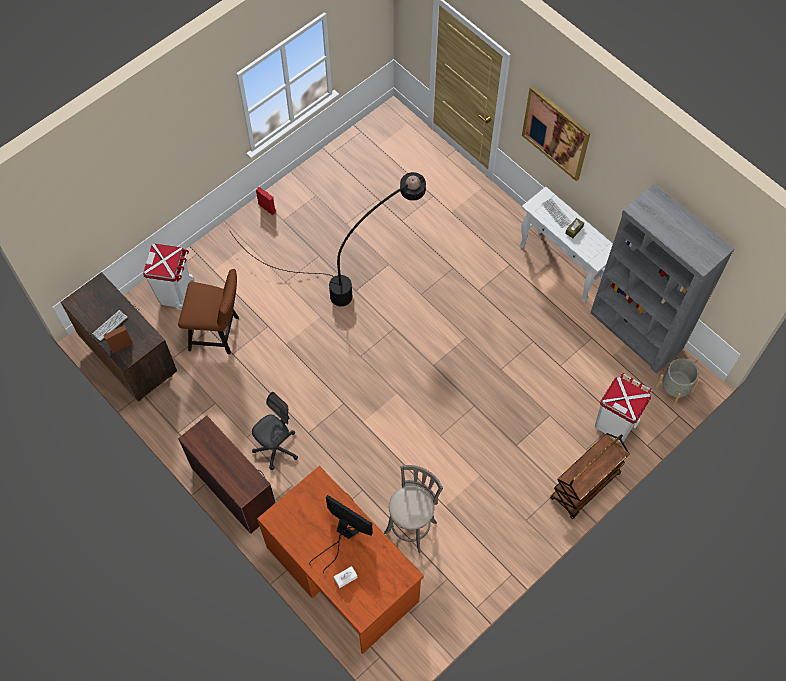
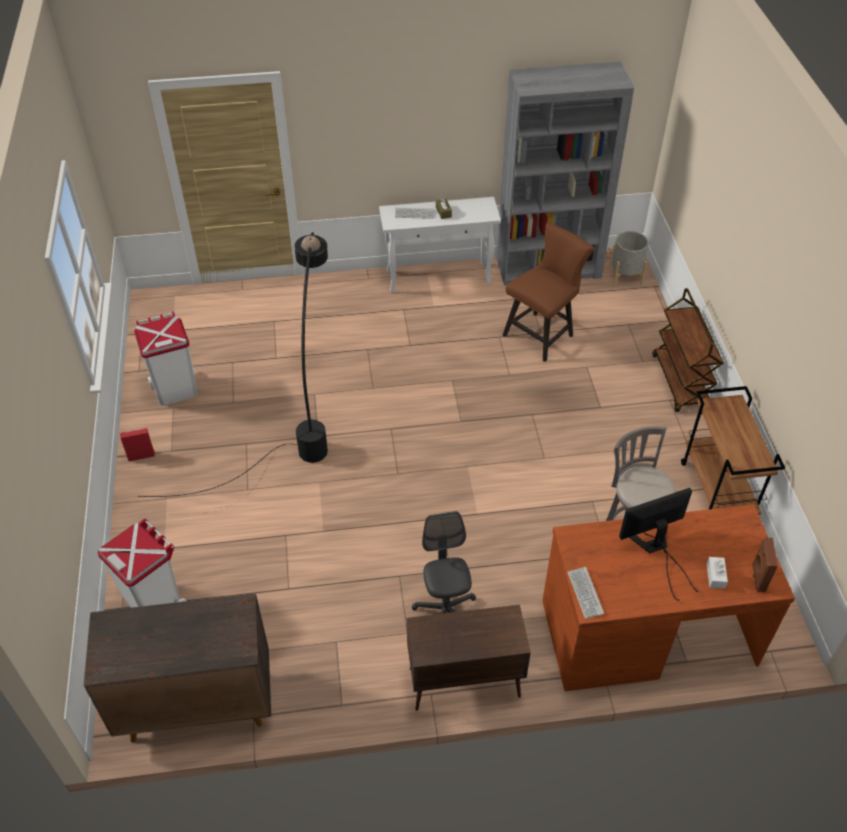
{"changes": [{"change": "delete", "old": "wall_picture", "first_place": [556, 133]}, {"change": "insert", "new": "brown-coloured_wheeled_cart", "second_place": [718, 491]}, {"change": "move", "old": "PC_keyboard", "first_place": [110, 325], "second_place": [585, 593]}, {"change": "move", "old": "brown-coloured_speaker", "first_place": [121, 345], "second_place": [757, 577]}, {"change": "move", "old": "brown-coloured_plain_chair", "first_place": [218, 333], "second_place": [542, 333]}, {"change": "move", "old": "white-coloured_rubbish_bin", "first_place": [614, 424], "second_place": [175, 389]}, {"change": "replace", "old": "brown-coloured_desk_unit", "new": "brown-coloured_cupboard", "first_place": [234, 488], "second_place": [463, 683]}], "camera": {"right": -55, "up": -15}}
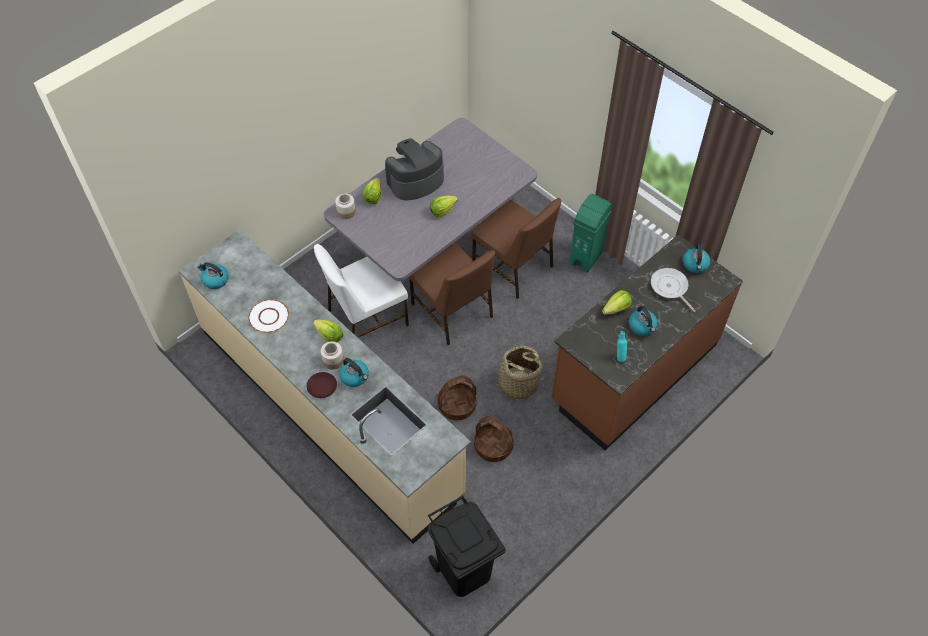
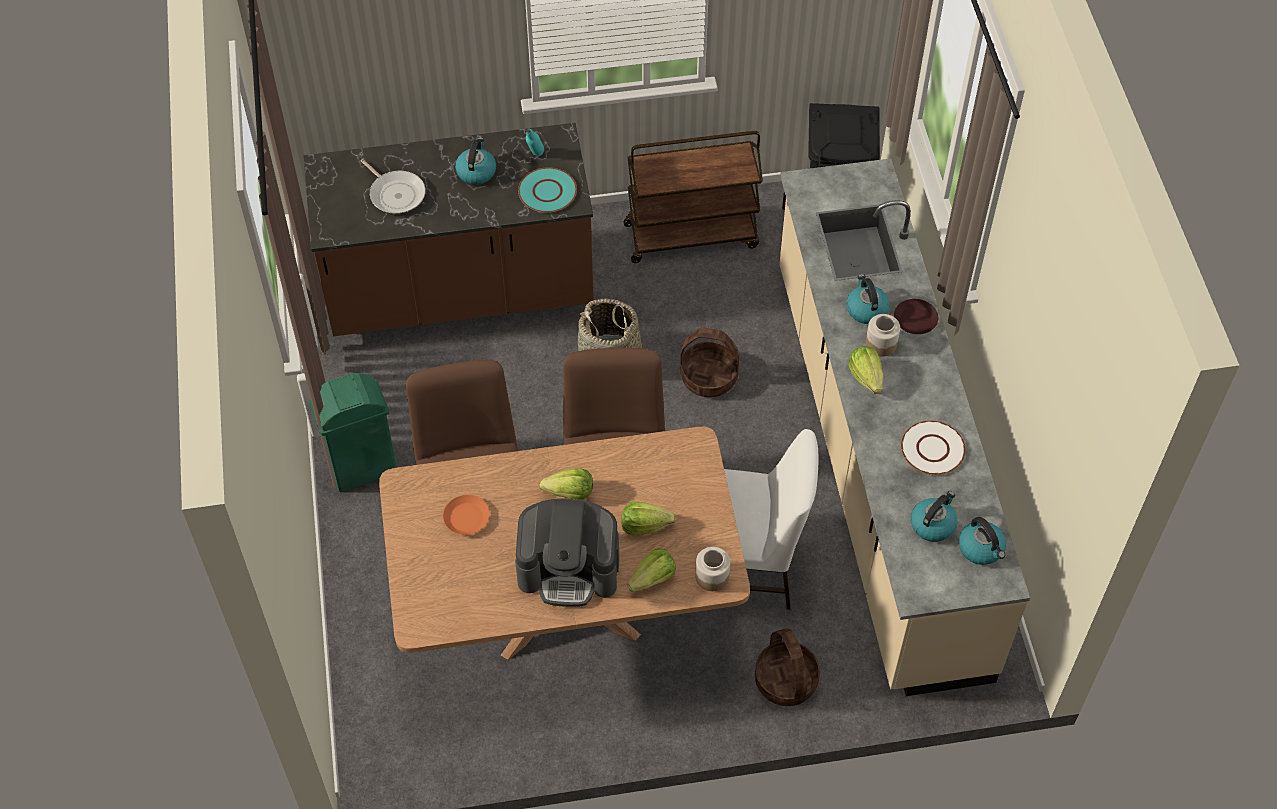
{"changes": [{"change": "insert", "new": "orangey_dinner_plate", "second_place": [467, 517]}, {"change": "insert", "new": "turquoise-coloured_dinner_plate", "second_place": [547, 192]}, {"change": "insert", "new": "brown-coloured_wheeled_cart", "second_place": [692, 235]}, {"change": "move", "old": "household_basket", "first_place": [493, 446], "second_place": [785, 680]}, {"change": "move", "old": "lettuce_head", "first_place": [616, 309], "second_place": [644, 526]}, {"change": "move", "old": "kettle", "first_place": [695, 265], "second_place": [933, 524]}, {"change": "recolor", "old": "greyish_dining_table", "new": "brown-coloured_dining_table", "first_place": [434, 251], "second_place": [566, 611]}, {"change": "rotate", "old": "skillet", "first_place": [670, 287], "second_place": [396, 194], "degrees": -45}], "camera": {"right": -145, "up": 0}}
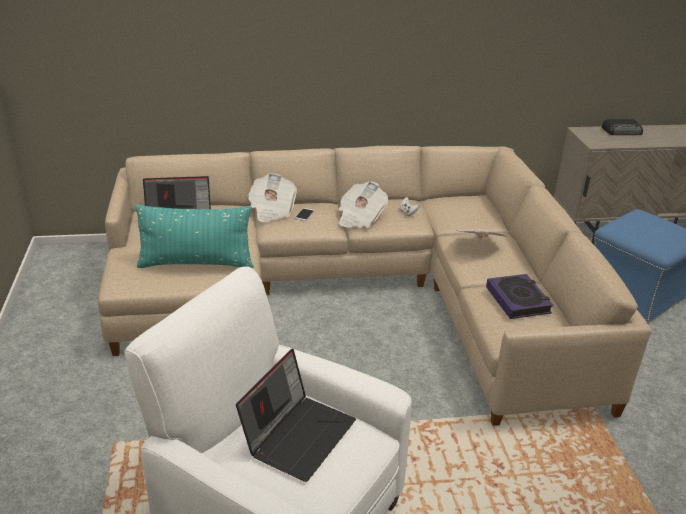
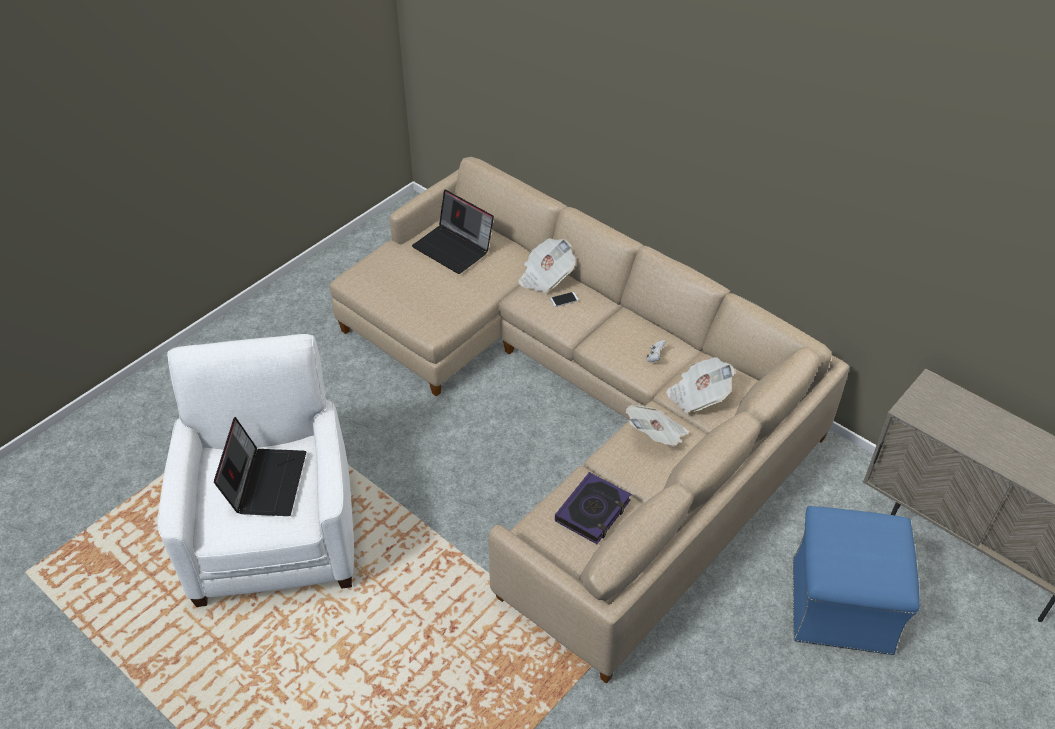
{"changes": [{"change": "delete", "old": "turquoise-coloured_pillow", "first_place": [196, 264]}, {"change": "delete", "old": "radio", "first_place": [622, 131]}, {"change": "move", "old": "newspaper", "first_place": [360, 218], "second_place": [698, 396]}, {"change": "rotate", "old": "notebook_computer", "first_place": [298, 434], "second_place": [265, 482], "degrees": -75}], "camera": {"right": 50, "up": 15}}
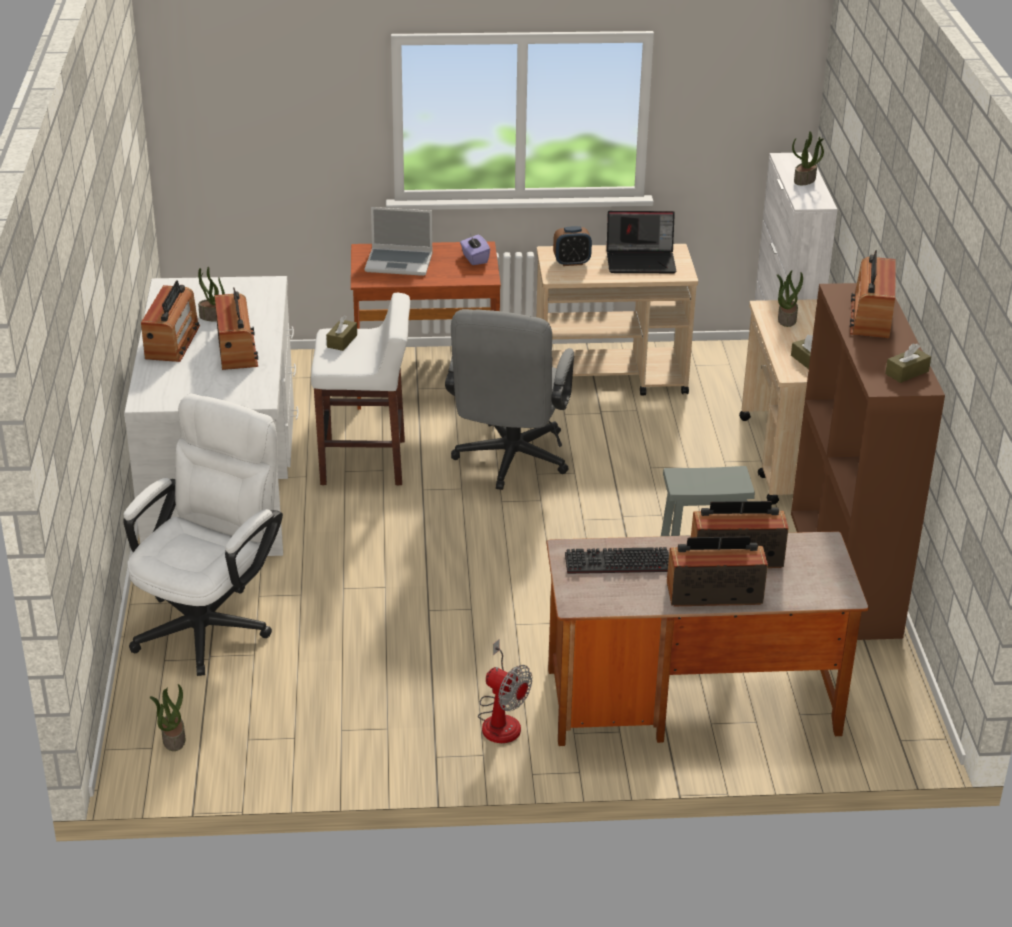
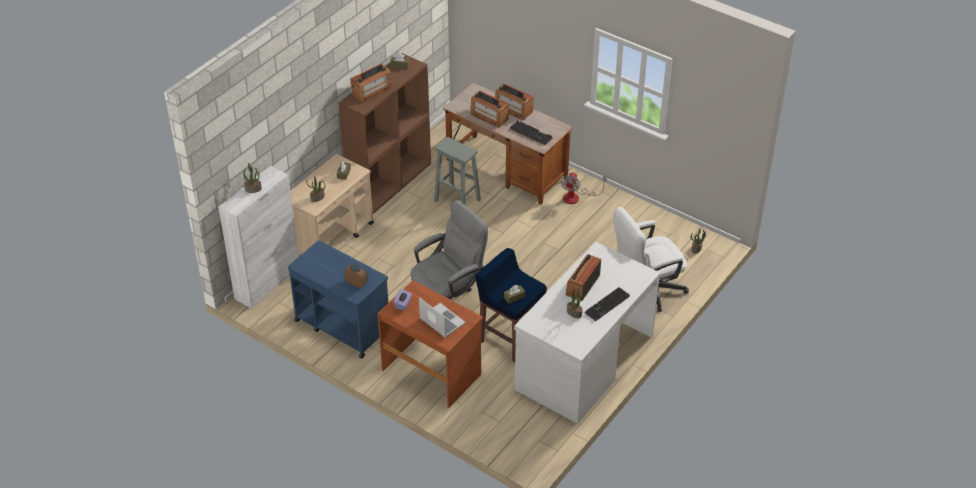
{"changes": [{"change": "delete", "old": "notebook_computer", "first_place": [641, 261]}, {"change": "replace", "old": "radio", "new": "PC_keyboard", "first_place": [172, 342], "second_place": [607, 305]}, {"change": "recolor", "old": "white-coloured_sitting_stool", "new": "blue_sitting_stool", "first_place": [365, 462], "second_place": [510, 338]}, {"change": "recolor", "old": "beige-coloured_wheeled_cart", "new": "blue_wheeled_cart", "first_place": [611, 377], "second_place": [342, 325]}, {"change": "rotate", "old": "fan", "first_place": [501, 719], "second_place": [576, 197], "degrees": -150}], "camera": {"right": -140, "up": 10}}
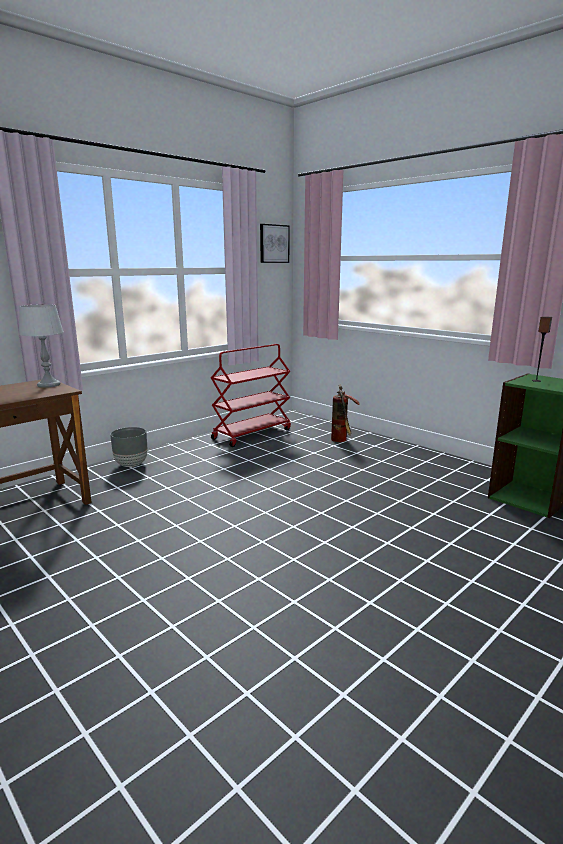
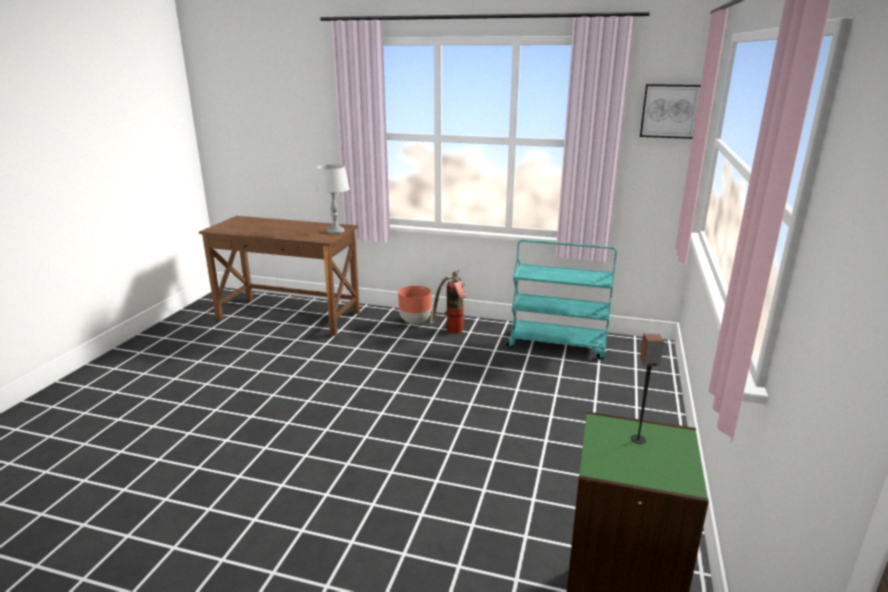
{"changes": [{"change": "move", "old": "fire_extinguisher", "first_place": [342, 441], "second_place": [451, 332]}, {"change": "recolor", "old": "greyish_planter", "new": "brown-coloured_planter", "first_place": [131, 464], "second_place": [415, 321]}, {"change": "recolor", "old": "red-coloured_wheeled_cart", "new": "turquoise-coloured_wheeled_cart", "first_place": [252, 434], "second_place": [558, 344]}], "camera": {"right": 60, "up": 5}}
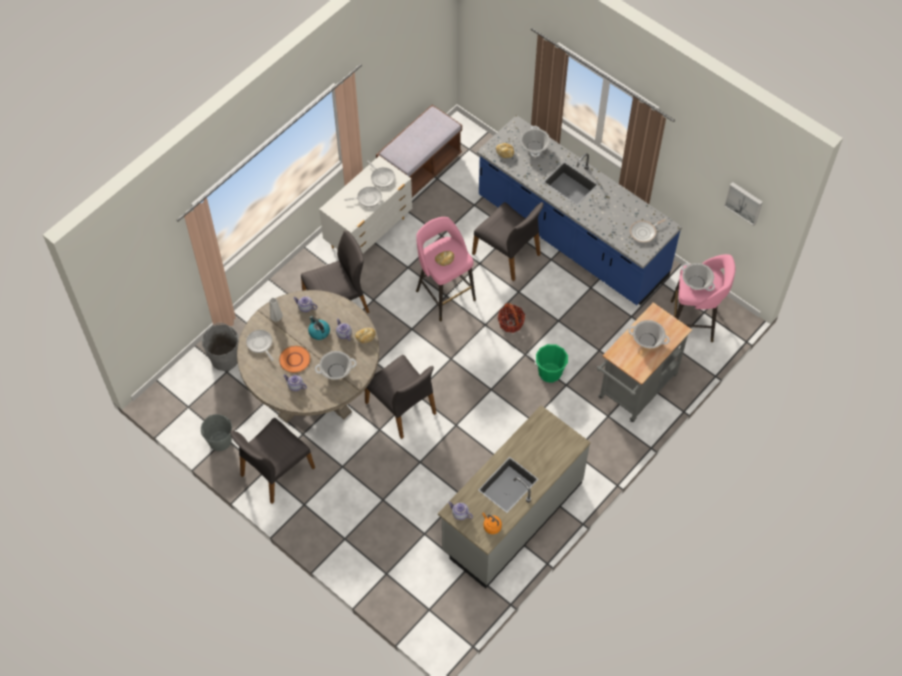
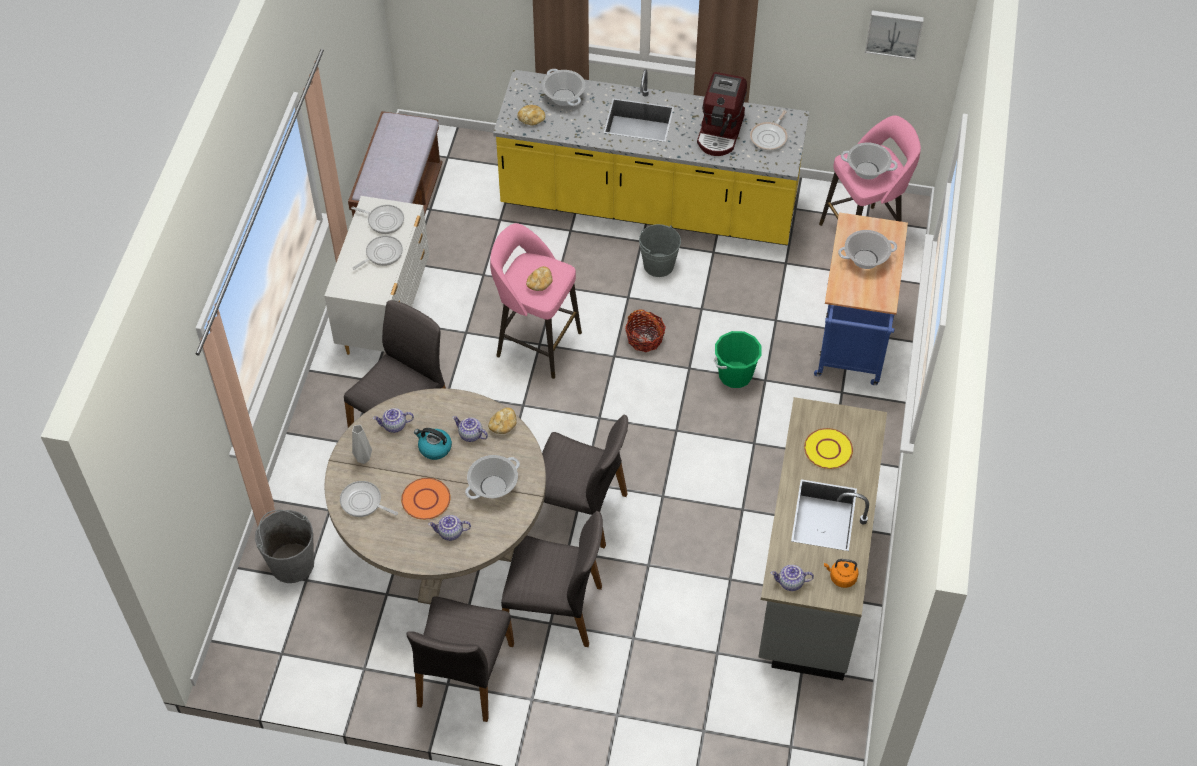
{"changes": [{"change": "insert", "new": "coffee_machine", "second_place": [720, 132]}, {"change": "insert", "new": "yellow_dinner_plate", "second_place": [828, 450]}, {"change": "move", "old": "greyish_pail", "first_place": [220, 441], "second_place": [658, 265]}, {"change": "move", "old": "greyish_plain_chair", "first_place": [507, 254], "second_place": [554, 609]}, {"change": "recolor", "old": "blue_kitchen_counter", "new": "yellow_kitchen_counter", "first_place": [571, 238], "second_place": [649, 205]}, {"change": "recolor", "old": "greyish_wheeled_cart", "new": "blue_wheeled_cart", "first_place": [634, 390], "second_place": [851, 347]}], "camera": {"right": -30, "up": -5}}
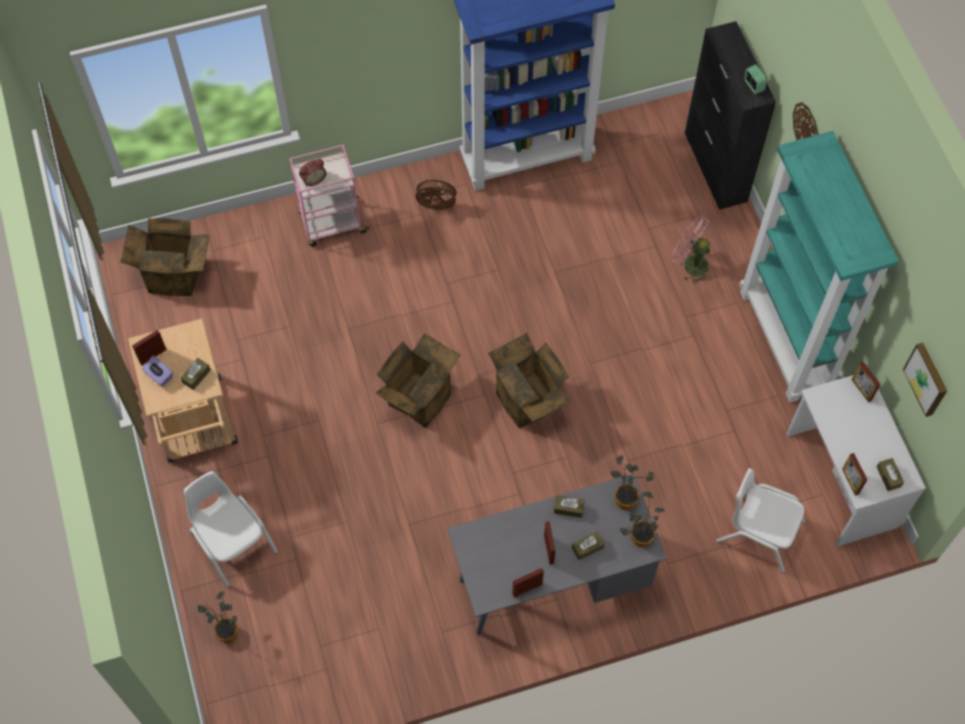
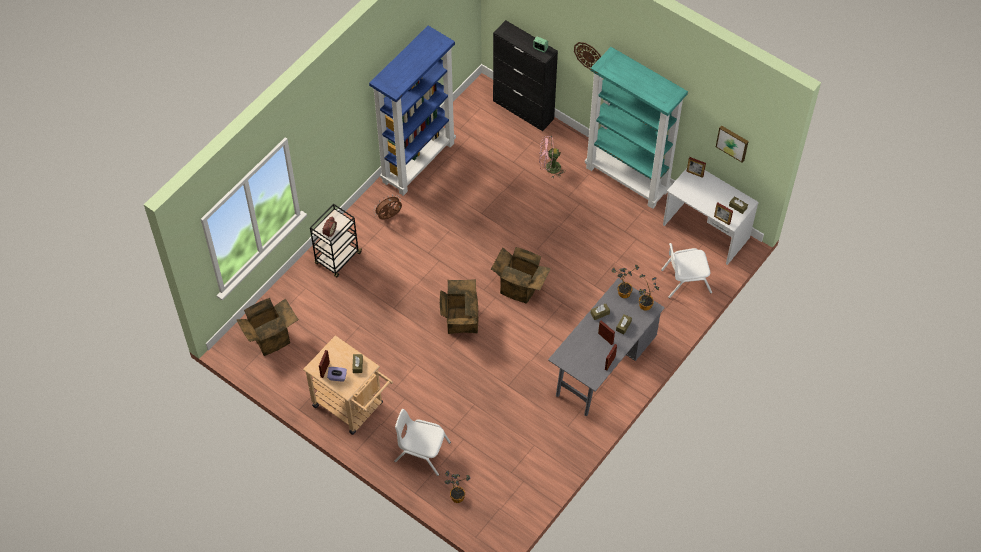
{"changes": [{"change": "recolor", "old": "pinkish_wheeled_cart", "new": "black-coloured_wheeled_cart", "first_place": [331, 224], "second_place": [337, 259]}], "camera": {"right": -35, "up": -5}}
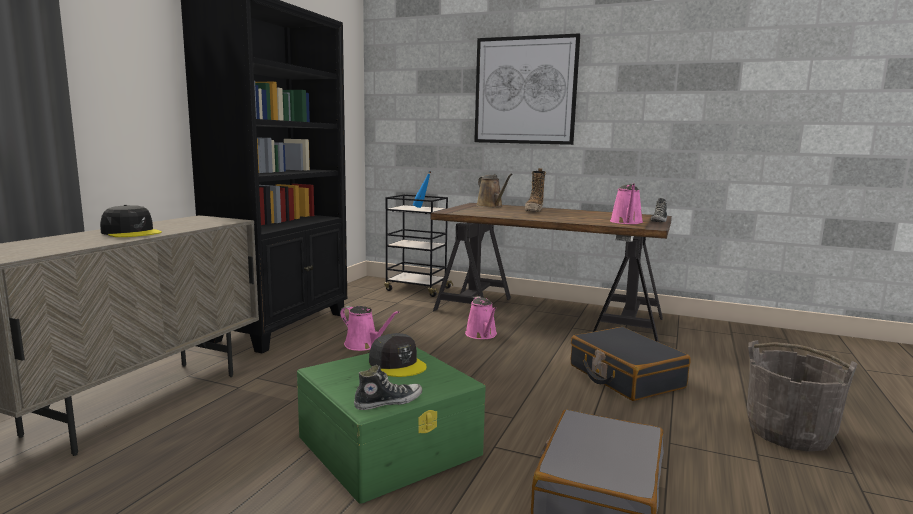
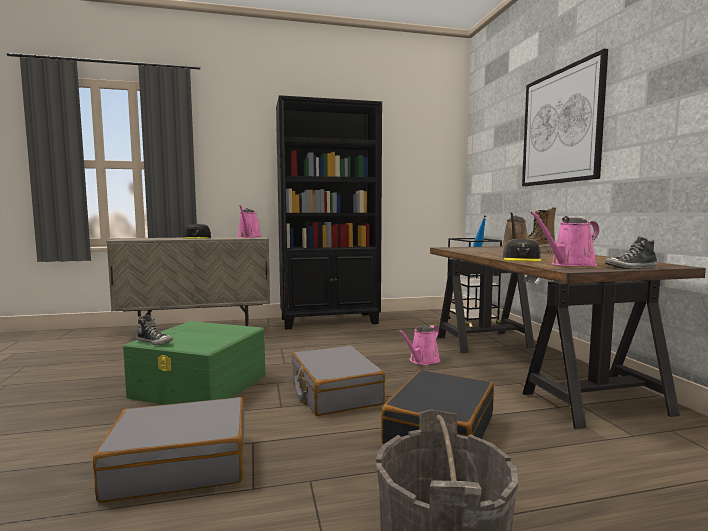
{"changes": [{"change": "insert", "new": "greyish_travel_case", "second_place": [335, 392]}, {"change": "move", "old": "pinkish_sprinkling_can", "first_place": [364, 345], "second_place": [248, 237]}, {"change": "move", "old": "greyish_baseball_cap", "first_place": [397, 364], "second_place": [522, 259]}], "camera": {"right": 55, "up": -5}}
